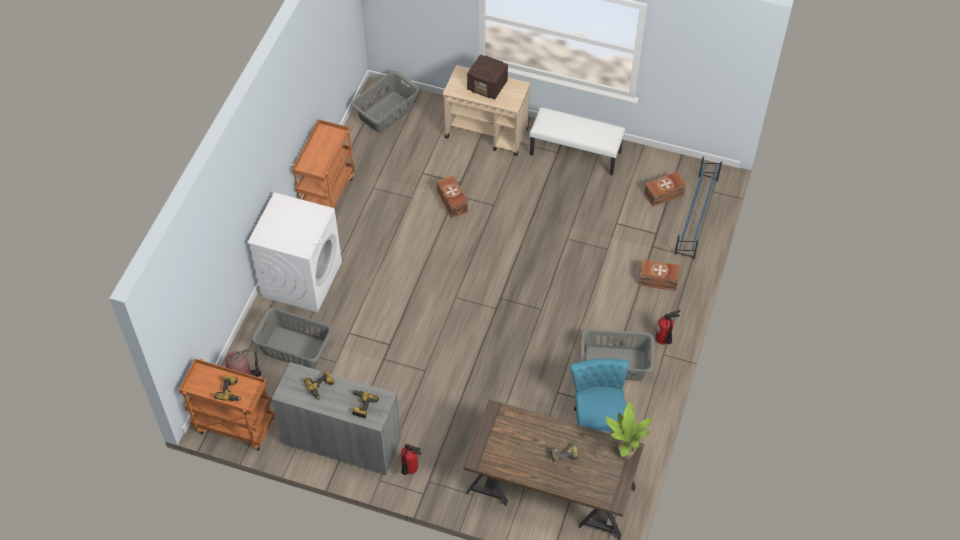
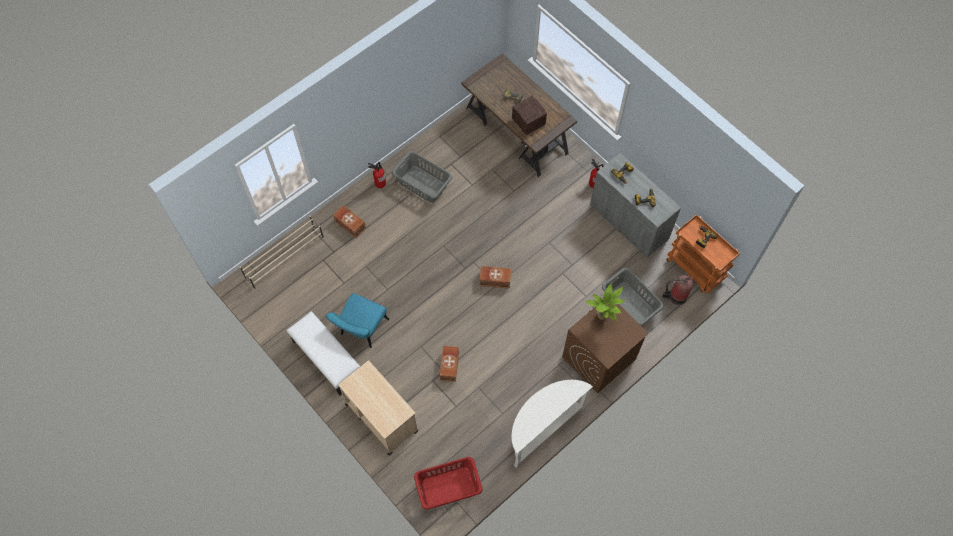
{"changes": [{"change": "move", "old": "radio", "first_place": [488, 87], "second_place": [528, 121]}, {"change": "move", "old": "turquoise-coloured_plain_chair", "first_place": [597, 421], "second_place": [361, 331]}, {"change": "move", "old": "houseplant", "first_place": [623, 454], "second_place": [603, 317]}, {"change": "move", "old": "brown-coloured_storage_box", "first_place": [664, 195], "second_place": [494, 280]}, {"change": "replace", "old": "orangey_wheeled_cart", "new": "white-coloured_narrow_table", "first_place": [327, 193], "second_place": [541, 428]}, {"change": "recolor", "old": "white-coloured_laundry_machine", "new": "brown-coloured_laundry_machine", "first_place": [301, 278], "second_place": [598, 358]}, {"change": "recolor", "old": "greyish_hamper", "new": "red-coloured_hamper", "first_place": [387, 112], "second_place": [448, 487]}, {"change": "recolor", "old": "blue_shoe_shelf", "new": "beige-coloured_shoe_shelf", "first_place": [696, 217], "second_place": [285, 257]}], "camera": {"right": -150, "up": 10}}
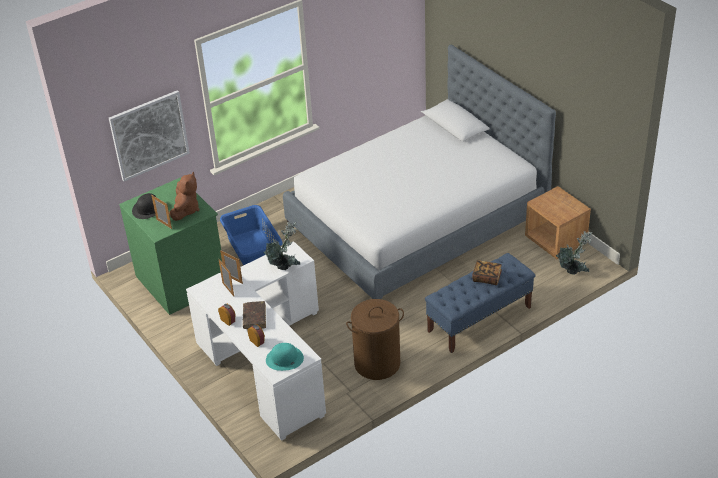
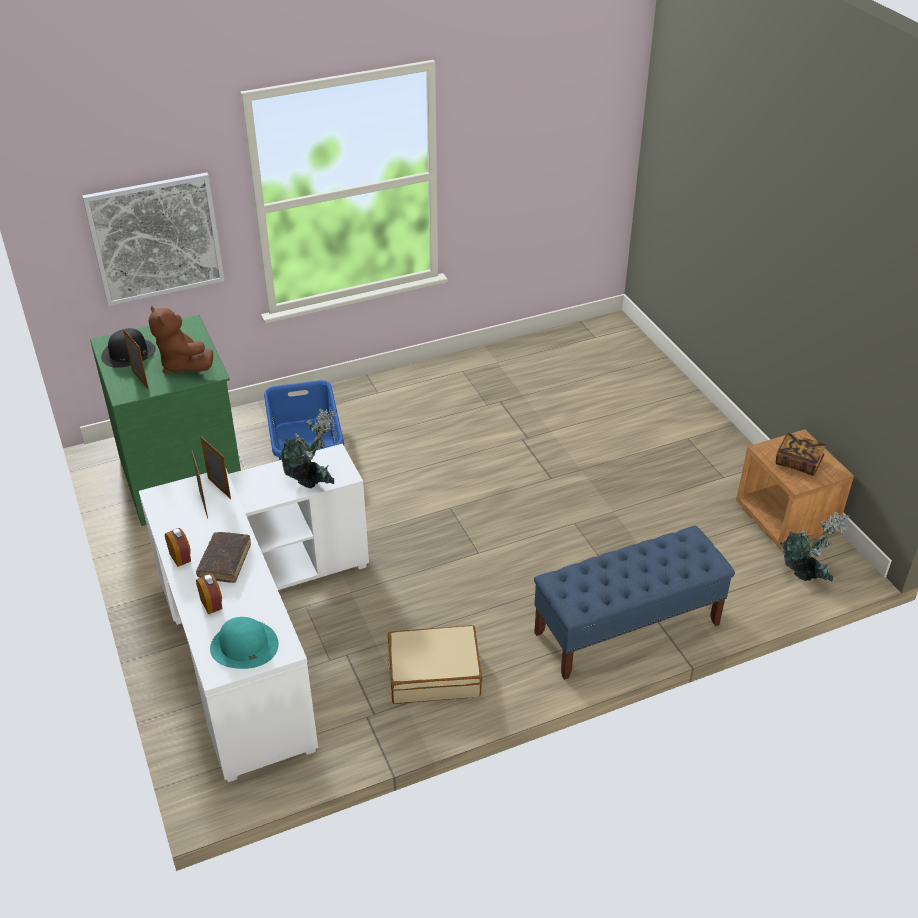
{"changes": [{"change": "delete", "old": "sleeping_bed", "first_place": [417, 222]}, {"change": "move", "old": "bound_book", "first_place": [486, 278], "second_place": [798, 462]}, {"change": "replace", "old": "brown-coloured_hamper", "new": "beige-coloured_travel_case", "first_place": [377, 364], "second_place": [434, 673]}, {"change": "rotate", "old": "brown-coloured_plush_toy", "first_place": [185, 210], "second_place": [183, 365], "degrees": 120}], "camera": {"right": 10, "up": 0}}
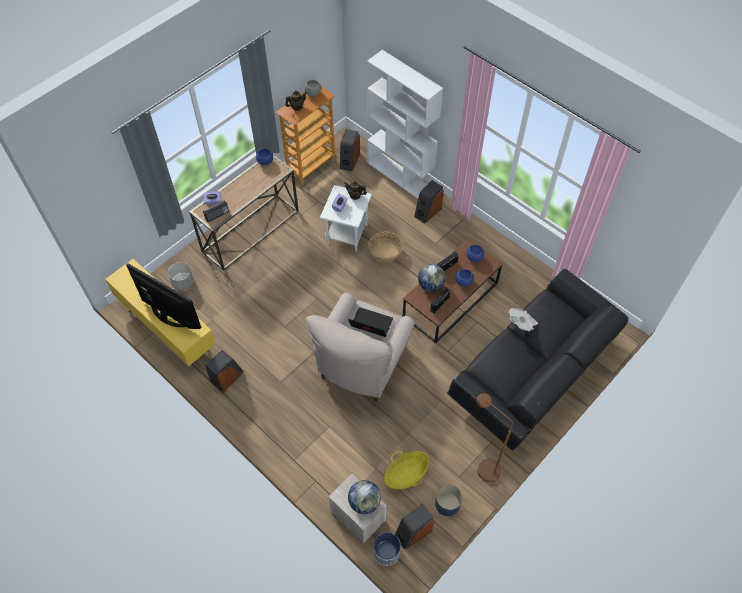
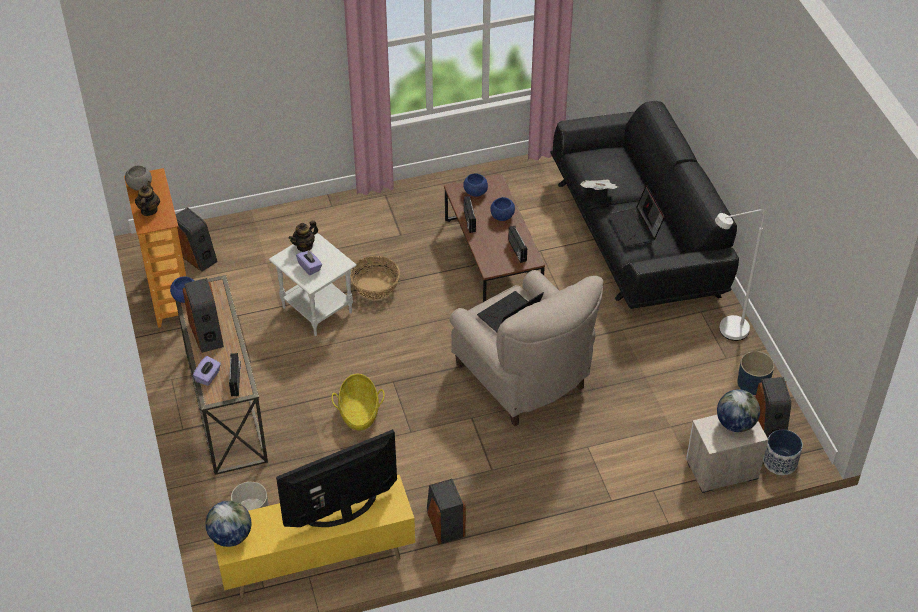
{"changes": [{"change": "delete", "old": "white-coloured_bookshelf", "first_place": [400, 175]}, {"change": "insert", "new": "notebook_computer", "second_place": [635, 227]}, {"change": "move", "old": "household_basket", "first_place": [406, 475], "second_place": [359, 412]}, {"change": "move", "old": "speaker", "first_place": [427, 212], "second_place": [207, 333]}, {"change": "move", "old": "globe", "first_place": [430, 285], "second_place": [230, 536]}, {"change": "recolor", "old": "brown-coloured_floor_lamp", "new": "white-coloured_floor_lamp", "first_place": [483, 466], "second_place": [726, 331]}], "camera": {"right": -60, "up": -10}}
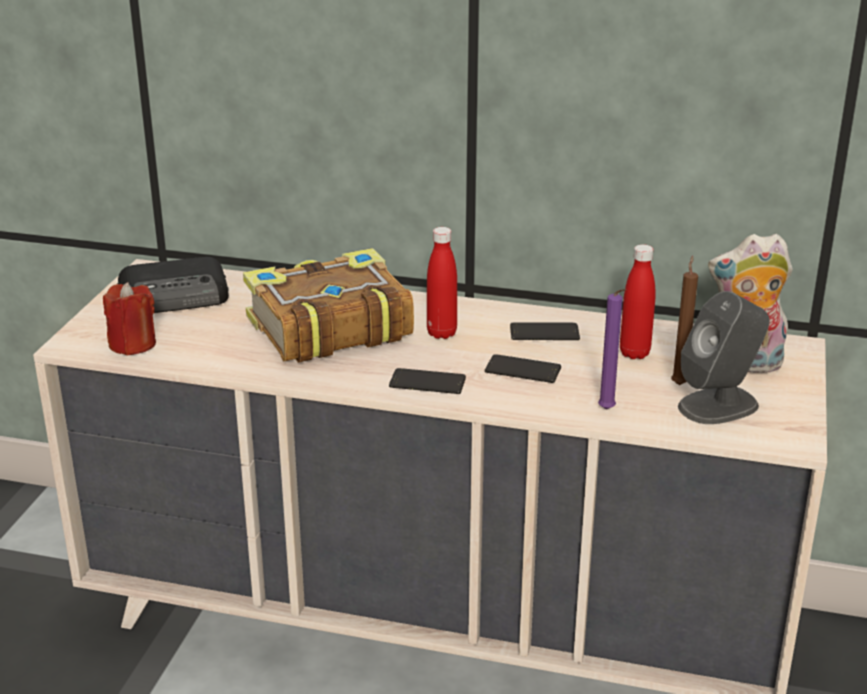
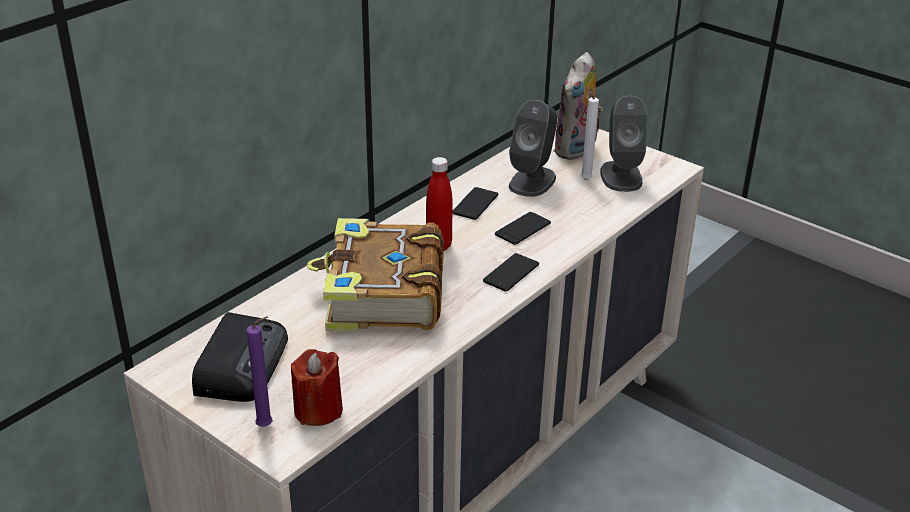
{"changes": [{"change": "move", "old": "purple_wax_light", "first_place": [608, 411], "second_place": [267, 426]}, {"change": "replace", "old": "red-coloured_bottle", "new": "greyish_speaker", "first_place": [634, 353], "second_place": [532, 181]}, {"change": "recolor", "old": "brown-coloured_wax_light", "new": "white-coloured_wax_light", "first_place": [679, 383], "second_place": [584, 179]}], "camera": {"right": -65, "up": 5}}
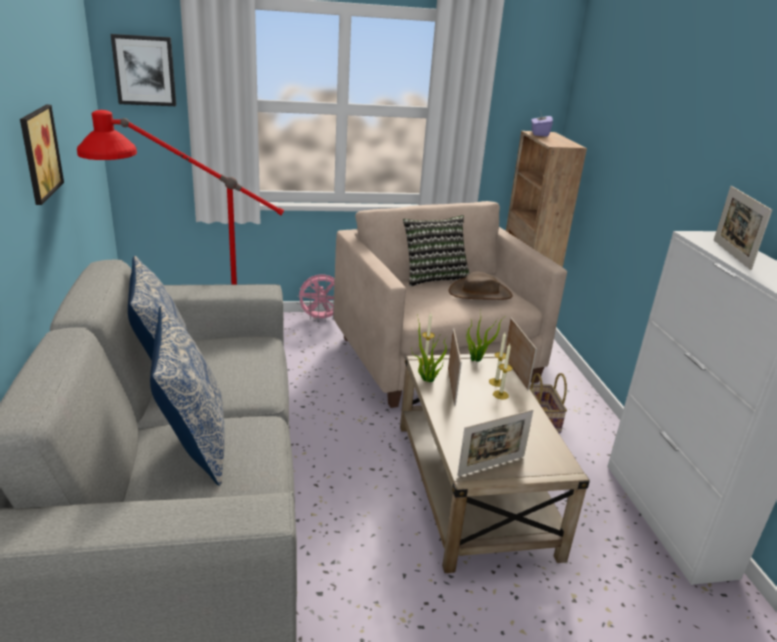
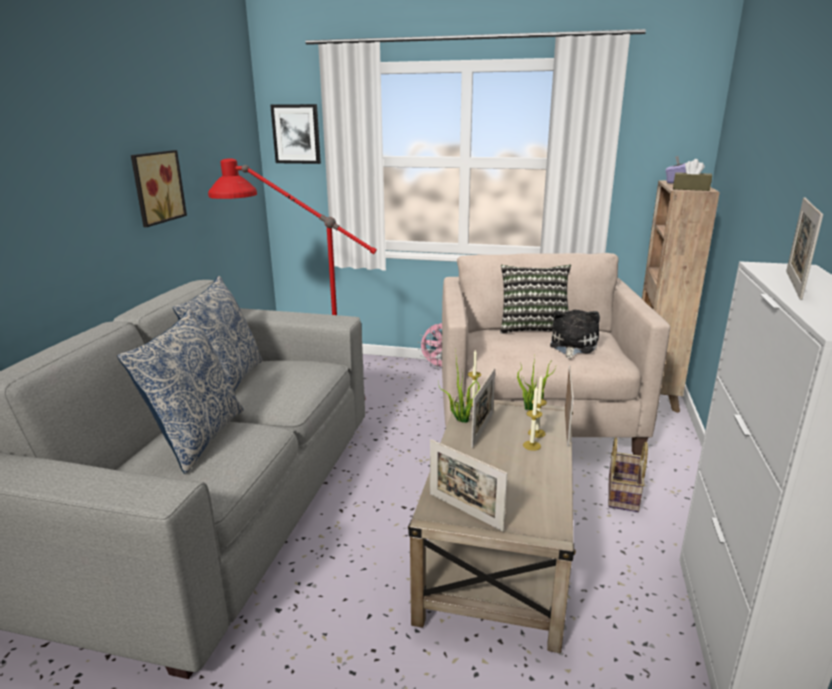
{"changes": [{"change": "insert", "new": "brown-coloured_tissue_box", "second_place": [691, 189]}, {"change": "replace", "old": "brown-coloured_clothing_hat", "new": "plush_toy", "first_place": [480, 293], "second_place": [572, 346]}, {"change": "rotate", "old": "standing_frame", "first_place": [491, 465], "second_place": [465, 511], "degrees": 45}], "camera": {"right": 25, "up": -5}}
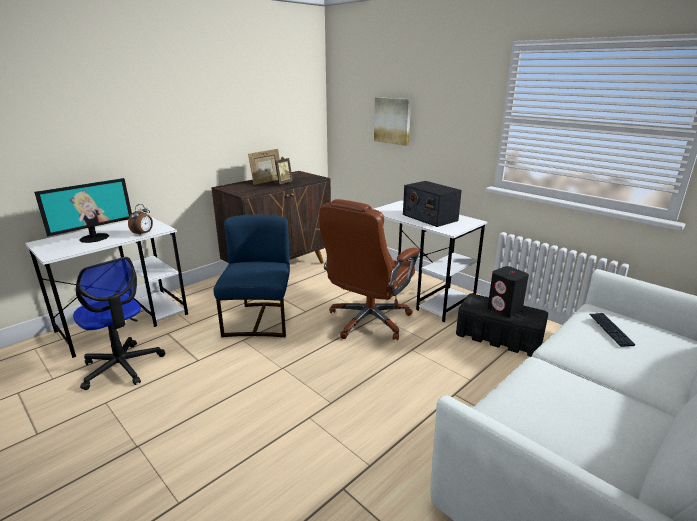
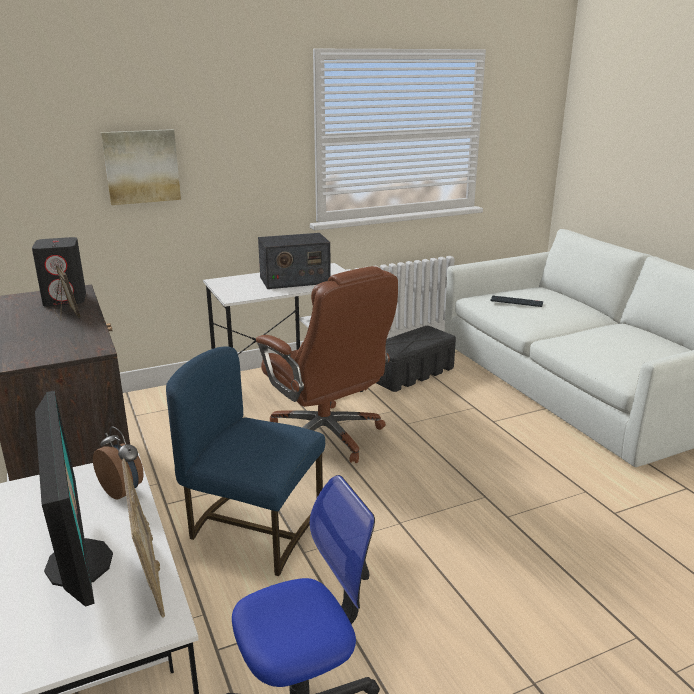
{"changes": [{"change": "move", "old": "standing_frame", "first_place": [267, 182], "second_place": [149, 579]}, {"change": "move", "old": "black-coloured_speaker", "first_place": [505, 309], "second_place": [65, 300]}], "camera": {"right": -70, "up": 0}}
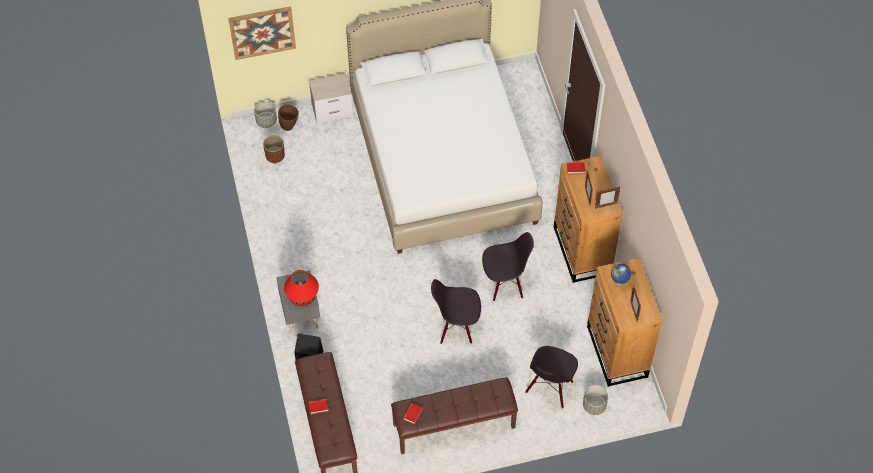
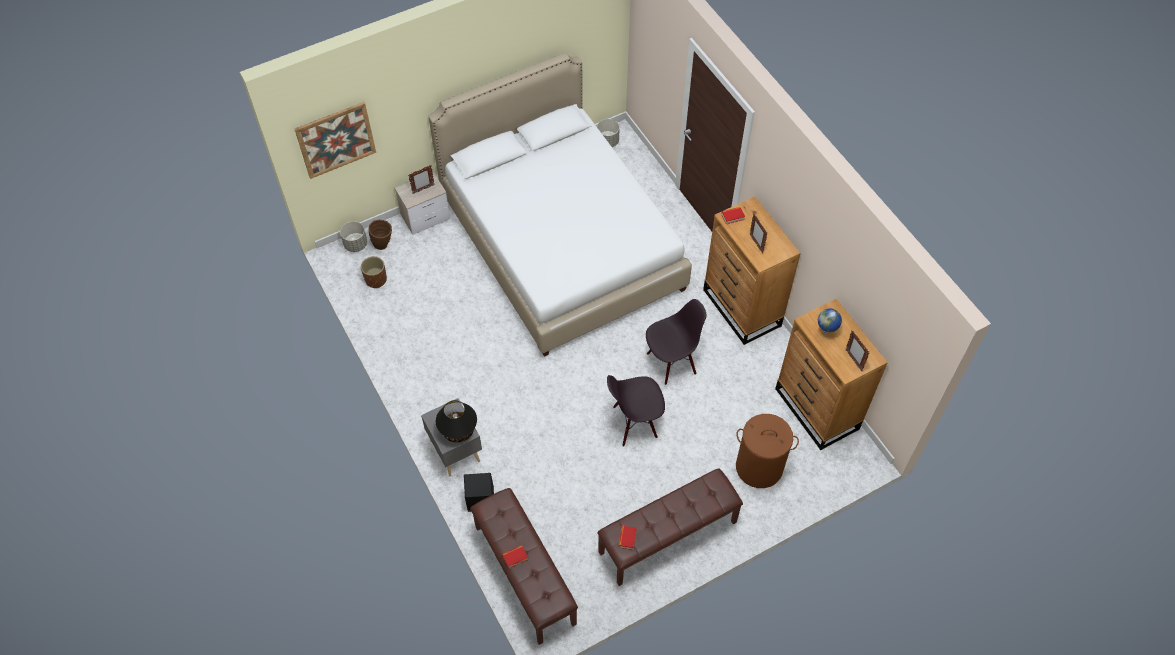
{"changes": [{"change": "move", "old": "greyish_planter", "first_place": [594, 406], "second_place": [607, 142]}, {"change": "move", "old": "standing_frame", "first_place": [605, 206], "second_place": [423, 189]}, {"change": "replace", "old": "black-coloured_plain_chair", "new": "brown-coloured_hamper", "first_place": [550, 388], "second_place": [759, 467]}, {"change": "recolor", "old": "red-coloured_lamp_for_a_table", "new": "black-coloured_lamp_for_a_table", "first_place": [303, 296], "second_place": [458, 430]}], "camera": {"right": -15, "up": 0}}
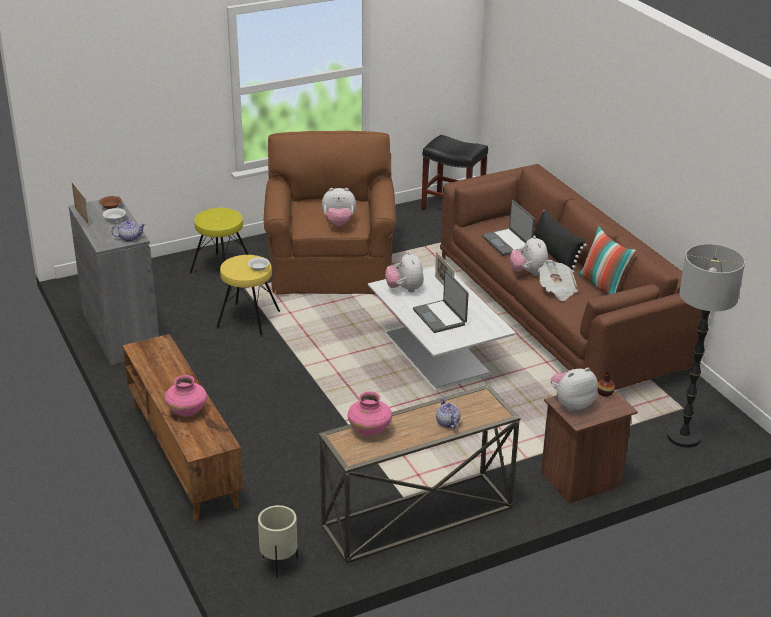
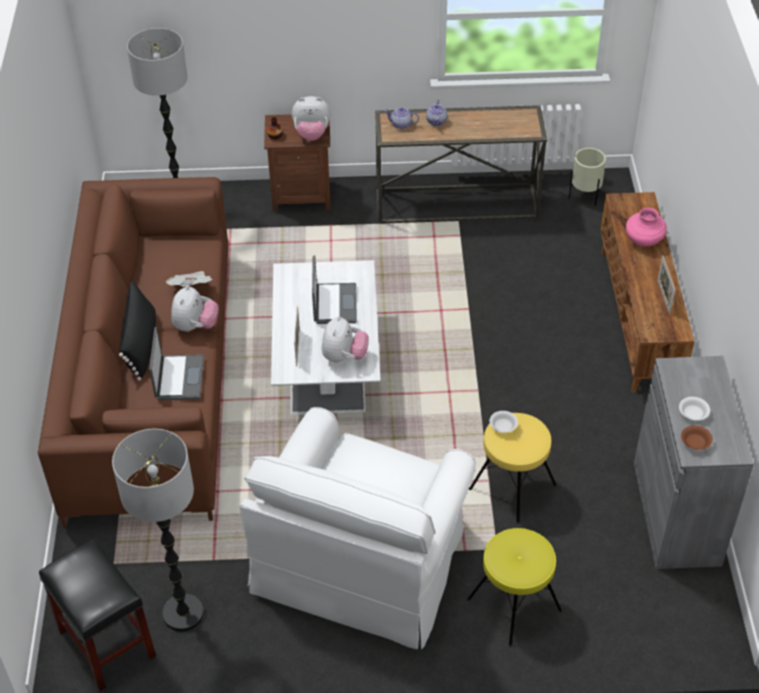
{"changes": [{"change": "delete", "old": "plush_toy", "first_place": [339, 222]}, {"change": "delete", "old": "pinkish_decorative_vase", "first_place": [369, 430]}, {"change": "delete", "old": "pillow", "first_place": [603, 287]}, {"change": "insert", "new": "floor_lamp", "second_place": [183, 613]}, {"change": "move", "old": "standing_frame", "first_place": [82, 216], "second_place": [663, 297]}, {"change": "move", "old": "tea_pot", "first_place": [129, 238], "second_place": [401, 124]}, {"change": "recolor", "old": "brown-coloured_armchair", "new": "white-coloured_armchair", "first_place": [331, 267], "second_place": [363, 558]}], "camera": {"right": -155, "up": 15}}
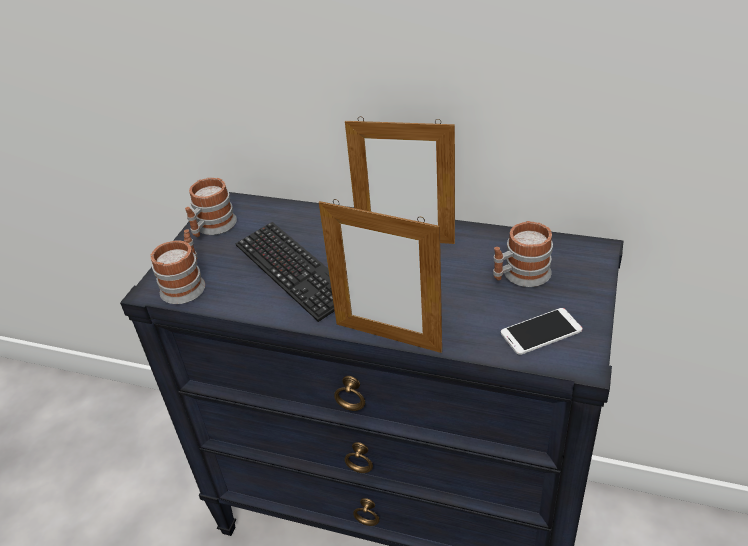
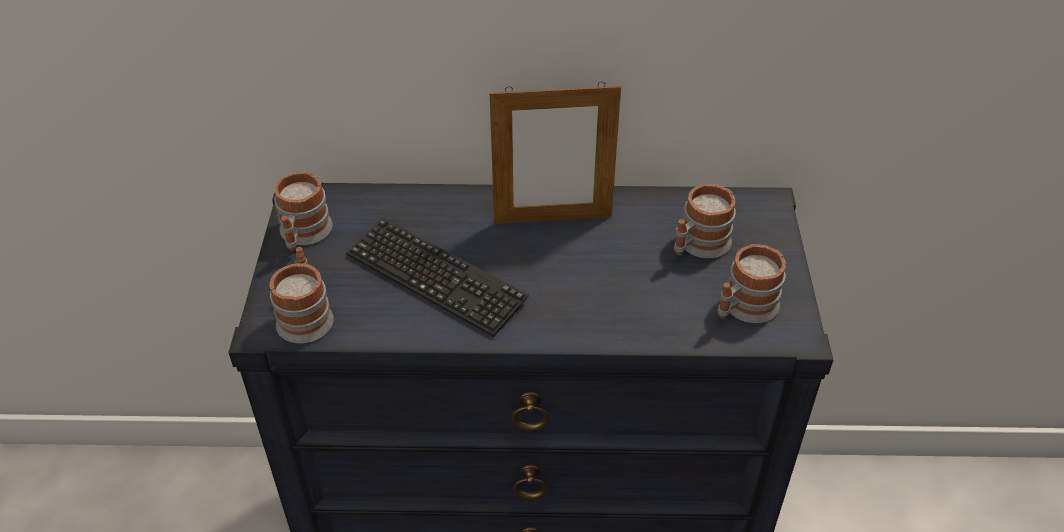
{"changes": [{"change": "delete", "old": "standing_frame", "first_place": [388, 337]}, {"change": "replace", "old": "handset", "new": "mug", "first_place": [541, 332], "second_place": [744, 308]}], "camera": {"right": -20, "up": 5}}
